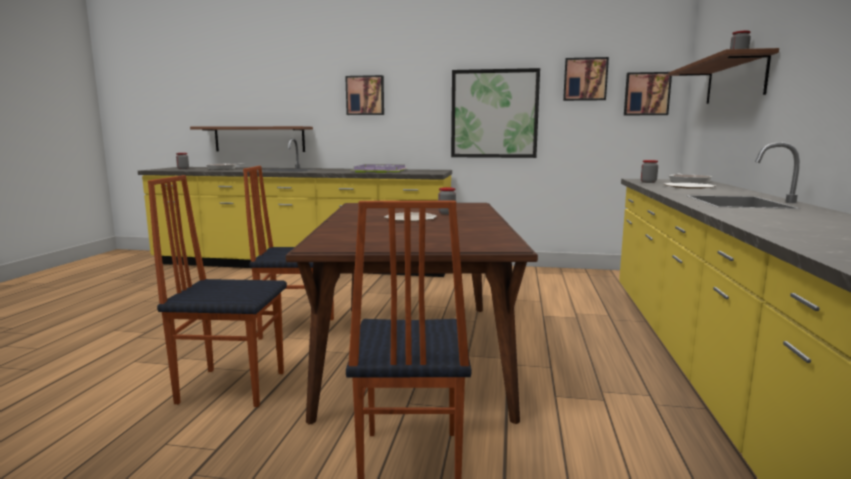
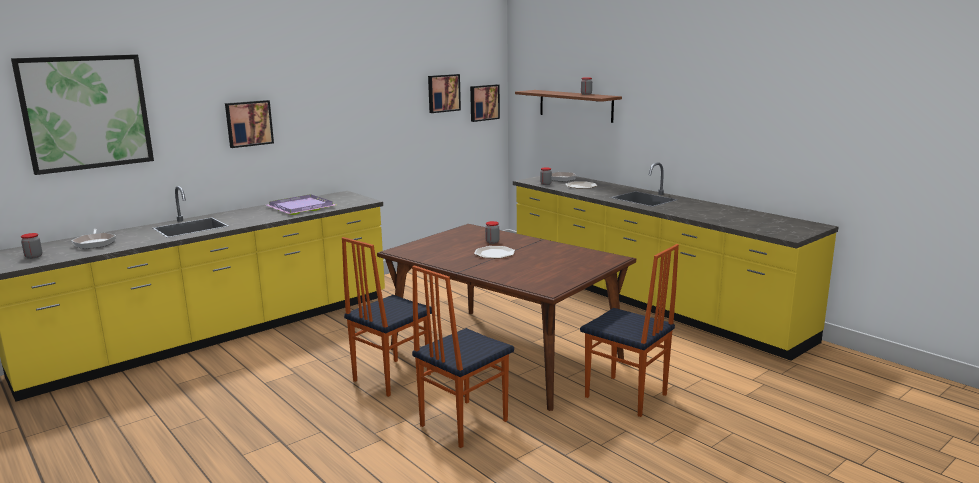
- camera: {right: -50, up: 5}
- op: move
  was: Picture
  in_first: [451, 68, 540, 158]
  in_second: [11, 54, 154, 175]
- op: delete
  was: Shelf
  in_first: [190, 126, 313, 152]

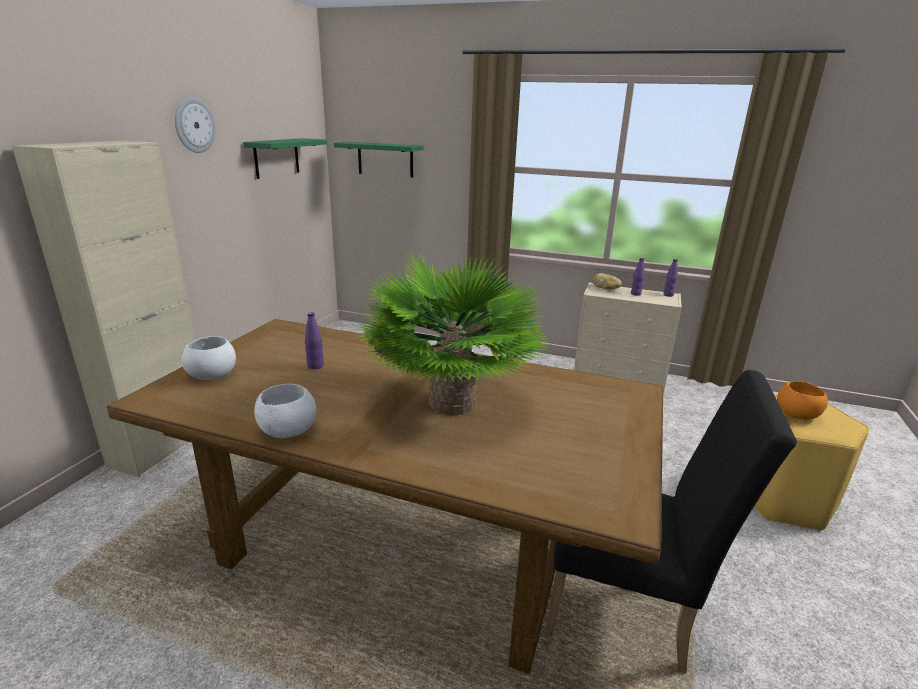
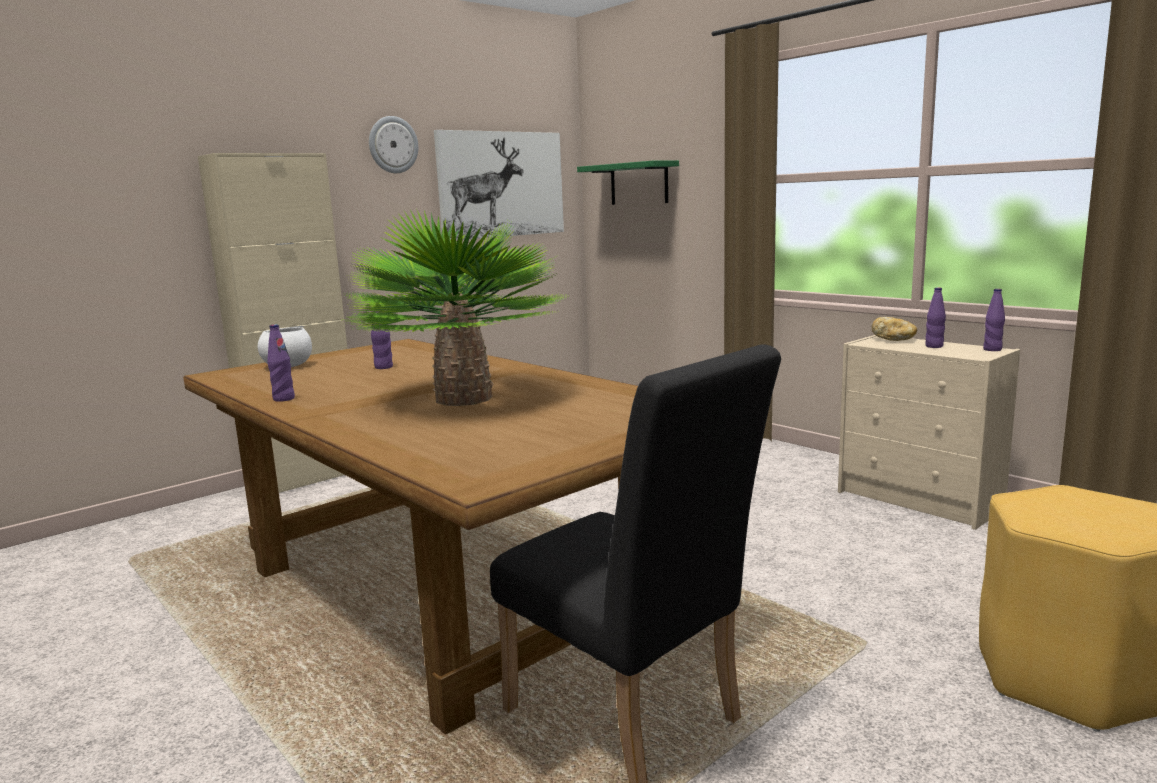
- camera: {right: 30, up: -10}
- op: replace
  was: GreenShelf
  now: Picture
  in_first: [243, 138, 327, 179]
  in_second: [434, 130, 564, 240]
- op: delete
  was: OrangeBowl
  in_first: [777, 381, 828, 420]
- op: replace
  was: WhiteBowl
  now: PurpleBottle
  in_first: [254, 384, 316, 438]
  in_second: [267, 324, 295, 402]

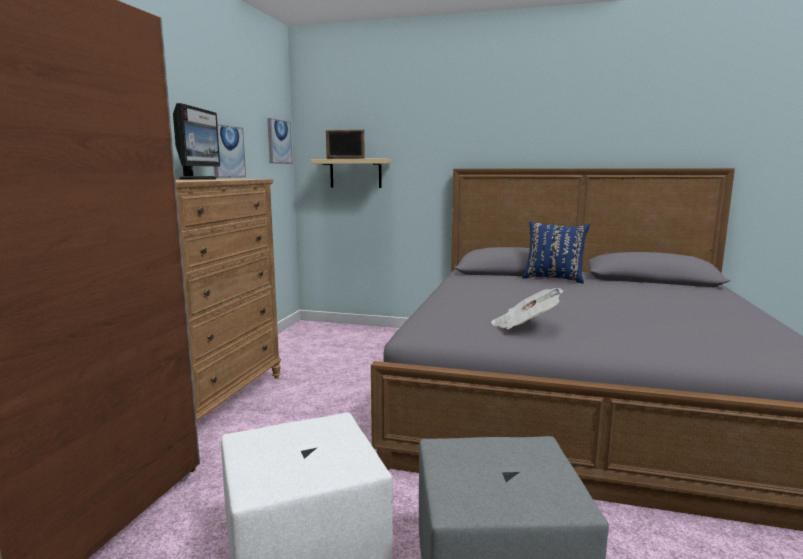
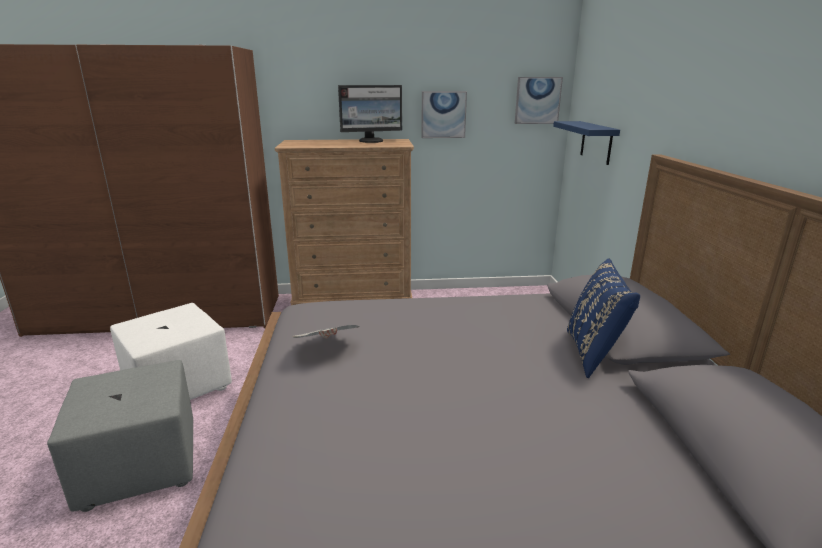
- camera: {right: 70, up: 10}
- op: delete
  was: PictureFrame
  in_first: [326, 130, 365, 159]
- op: recolor
  was: BeigeShelf
  now: BlueShelf
  in_first: [311, 159, 392, 188]
  in_second: [553, 121, 620, 165]

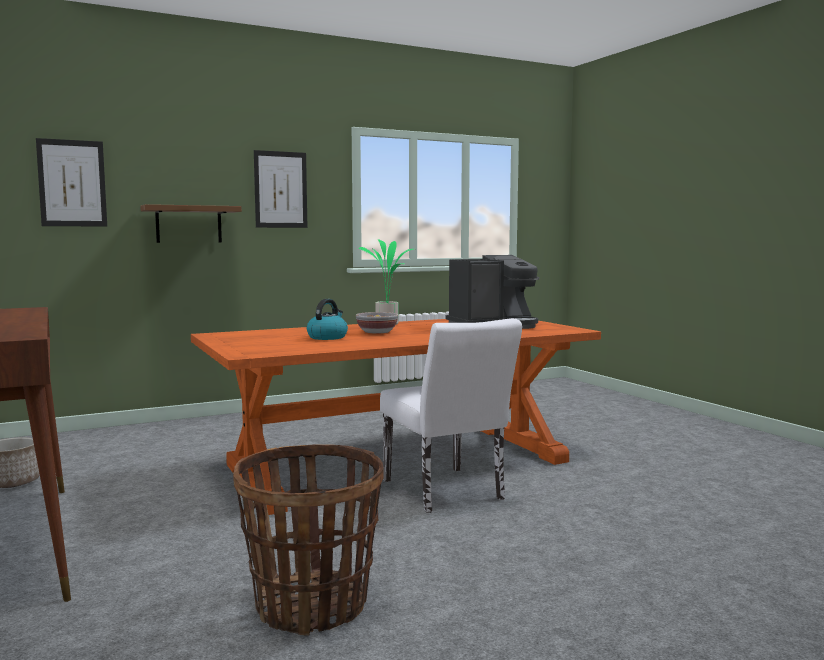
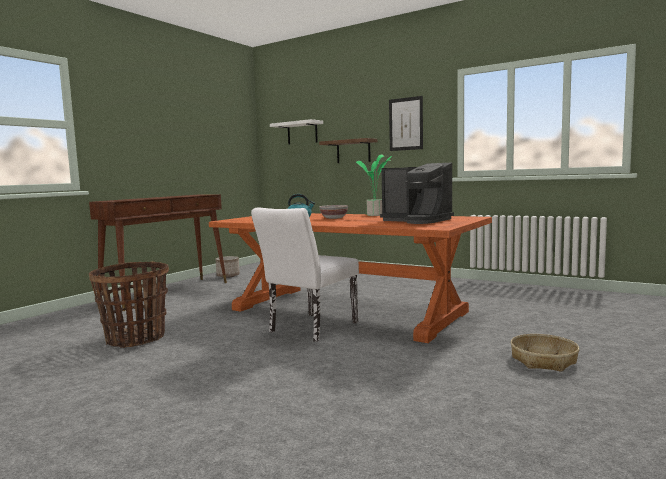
- camera: {right: 60, up: 0}
- op: replace
  was: Picture
  now: WhiteShelf
  in_first: [36, 138, 107, 227]
  in_second: [270, 119, 323, 145]
- op: insert
  now: Basket
  in_second: [510, 334, 579, 372]

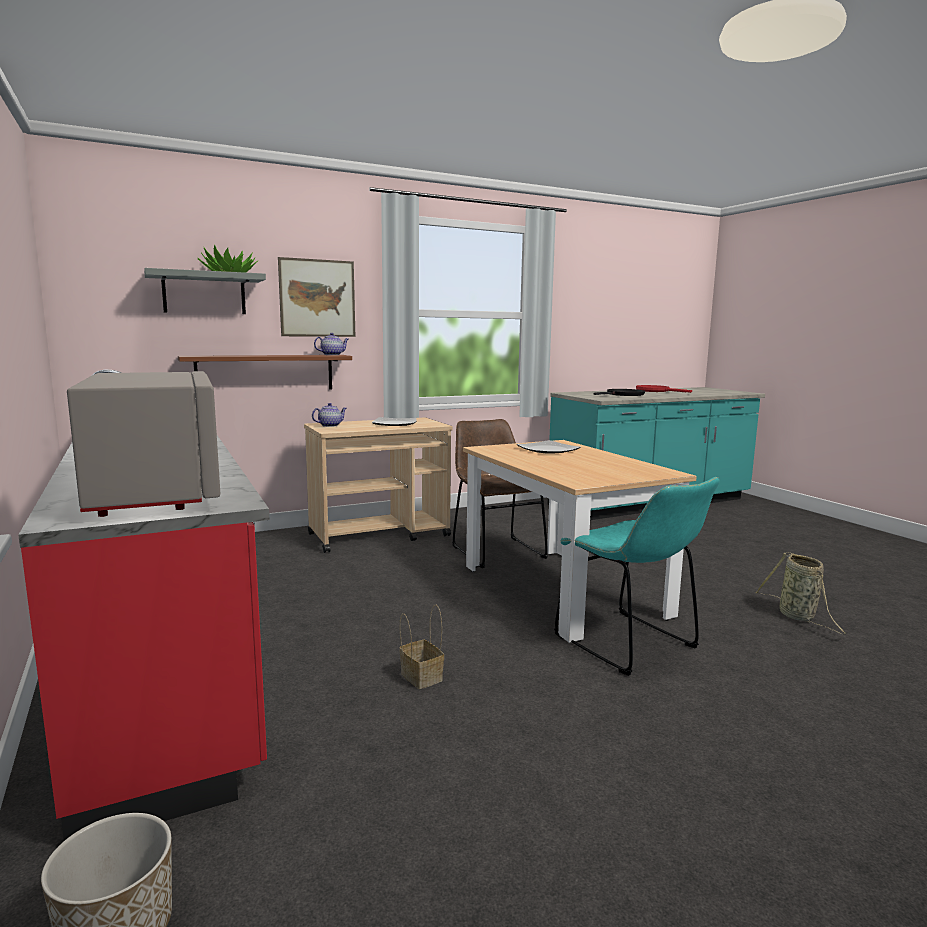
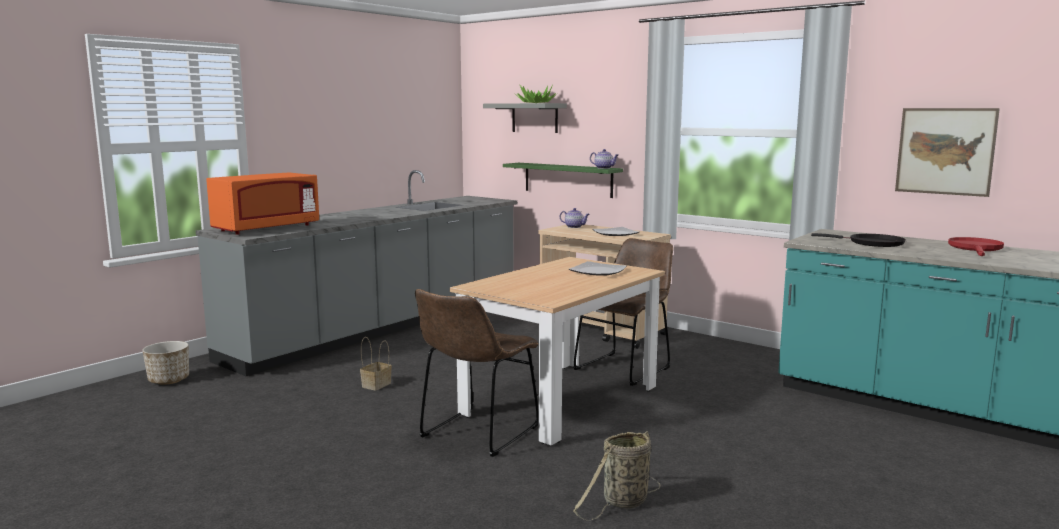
- camera: {right: 65, up: 0}
- op: move
  was: Picture
  in_first: [278, 257, 355, 337]
  in_second: [895, 108, 1000, 197]
- op: recolor
  was: BrownShelf
  now: GreenShelf
  in_first: [178, 355, 352, 390]
  in_second: [503, 163, 623, 198]
- op: recolor
  was: RedCounter
  now: GreyCounter
  in_first: [18, 370, 270, 841]
  in_second: [196, 170, 517, 376]
- op: recolor
  was: GreyMicrowave
  now: OrangeMicrowave
  in_first: [67, 371, 220, 517]
  in_second: [206, 172, 319, 235]
- op: recolor
  was: TurquoiseChair
  now: BrownChair
  in_first: [554, 477, 720, 676]
  in_second: [415, 289, 539, 457]

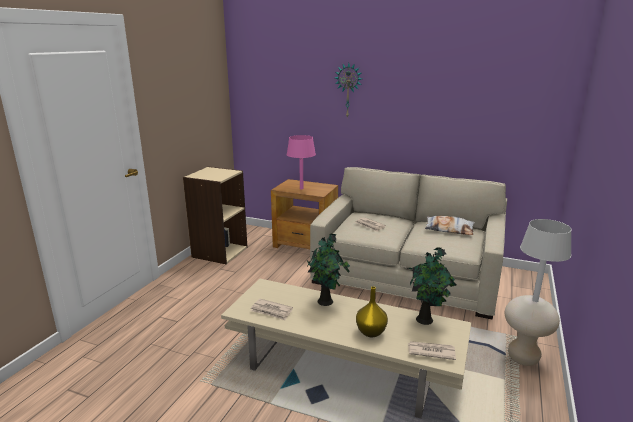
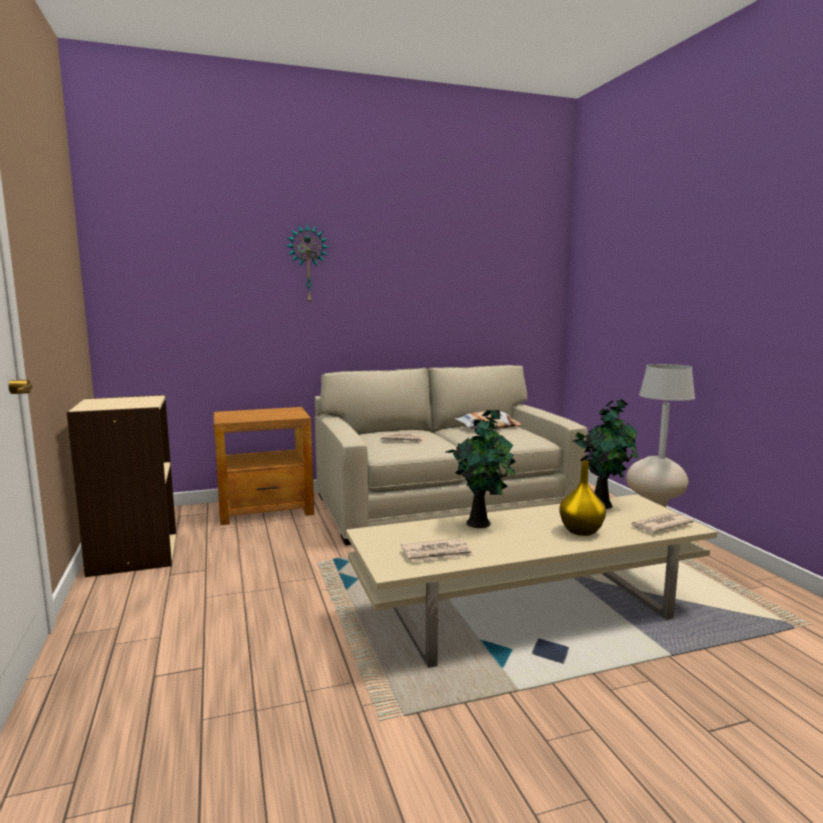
- camera: {right: -40, up: -10}
- op: delete
  was: PinkTableLamp
  in_first: [287, 135, 316, 190]

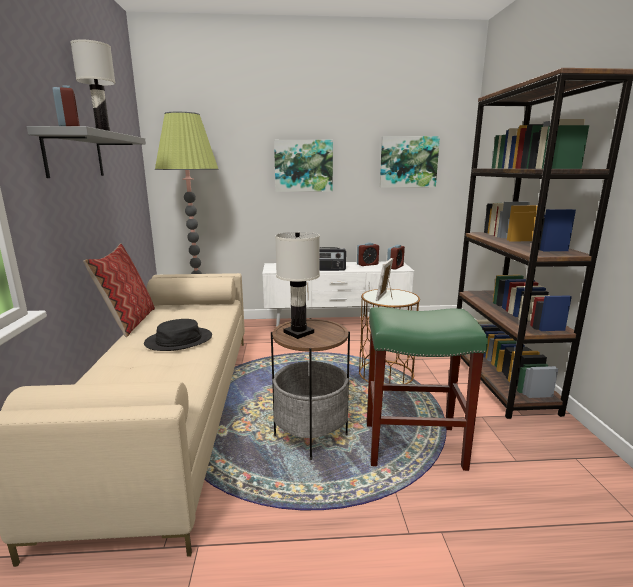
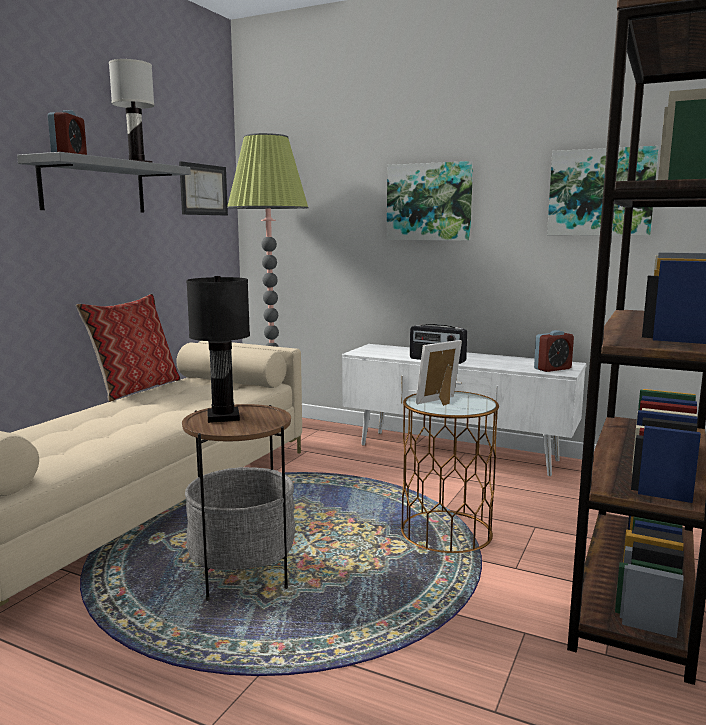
- camera: {right: 30, up: -5}
- op: recolor
  was: WhiteTableLamp
  now: BlackTableLamp
  in_first: [275, 232, 320, 339]
  in_second: [186, 276, 250, 423]
- op: delete
  was: AlarmClock
  in_first: [357, 242, 379, 266]
- op: delete
  was: GreenStool
  in_first: [367, 307, 488, 471]
- op: delete
  was: BlackHat
  in_first: [144, 319, 212, 351]
- op: insert
  now: Picture
  in_second: [179, 161, 228, 216]

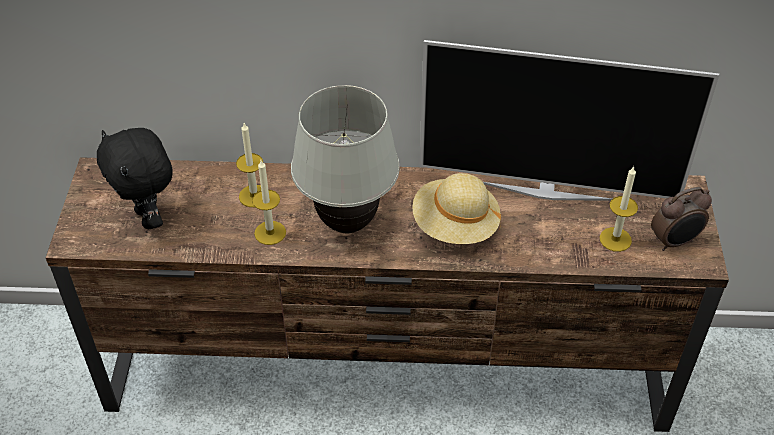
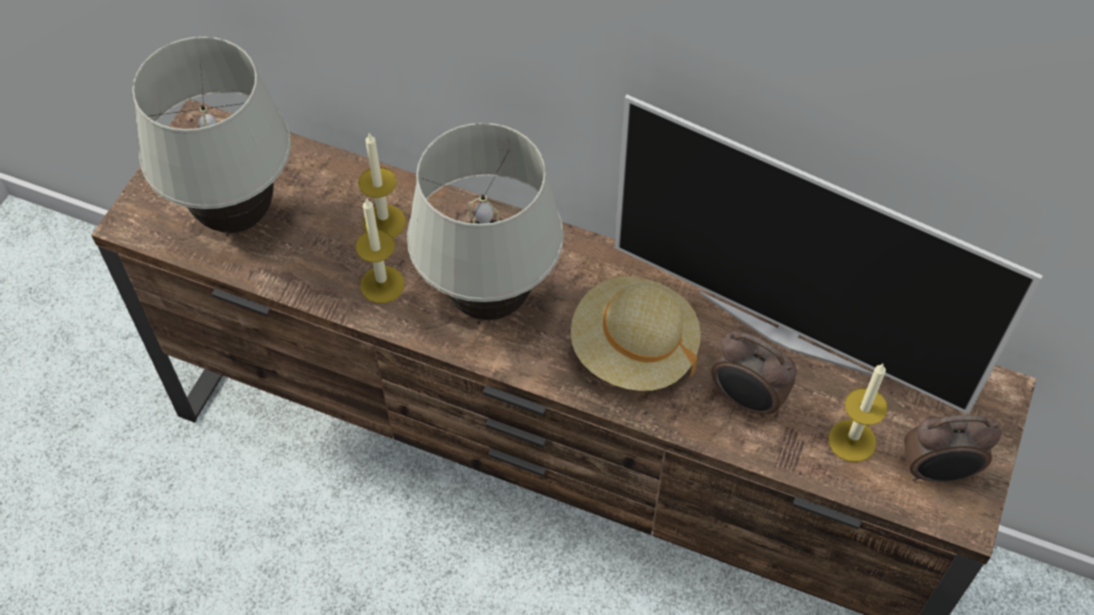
- camera: {right: 20, up: 10}
- op: replace
  was: BlackPlushToy
  now: WhiteTableLamp
  in_first: [97, 128, 173, 229]
  in_second: [132, 37, 291, 233]
- op: insert
  now: AlarmClock
  in_second: [711, 331, 797, 418]

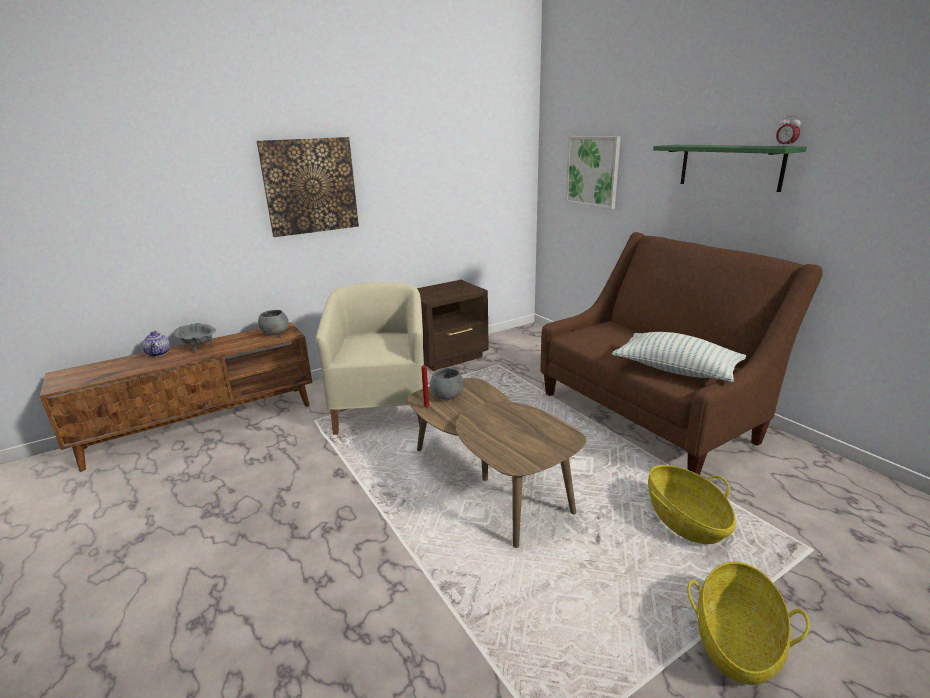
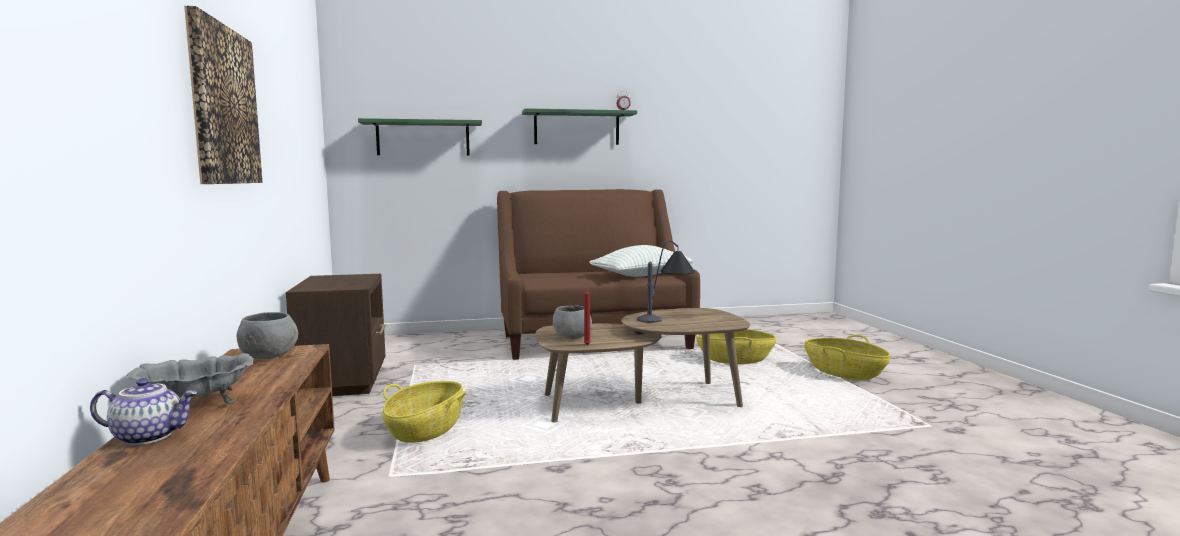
- camera: {right: -70, up: -15}
- op: replace
  was: Picture
  now: GreenShelf
  in_first: [565, 136, 621, 209]
  in_second: [358, 118, 482, 155]
- op: replace
  was: BeigeArmchair
  now: Basket
  in_first: [316, 282, 424, 435]
  in_second: [383, 381, 466, 443]
- op: insert
  now: TableLamp
  in_second: [637, 241, 695, 323]

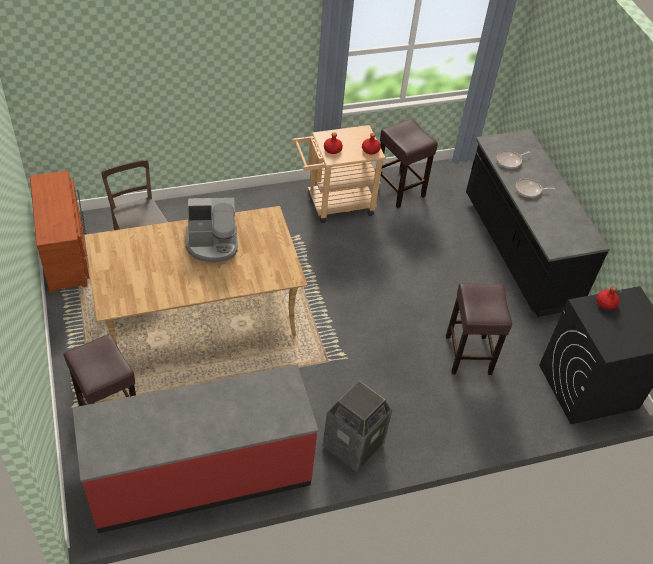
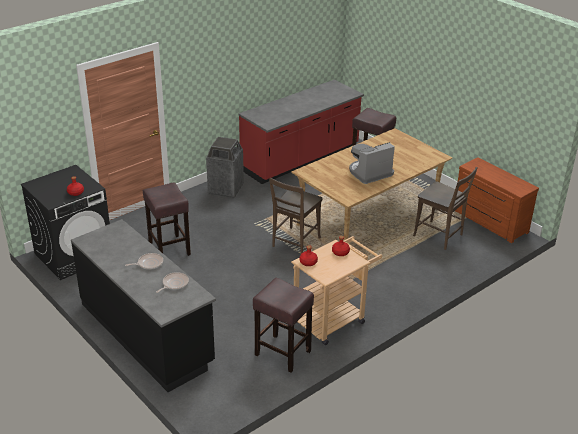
- camera: {right: 160, up: -15}
- op: insert
  now: BrownChair
  in_second: [269, 178, 323, 255]

